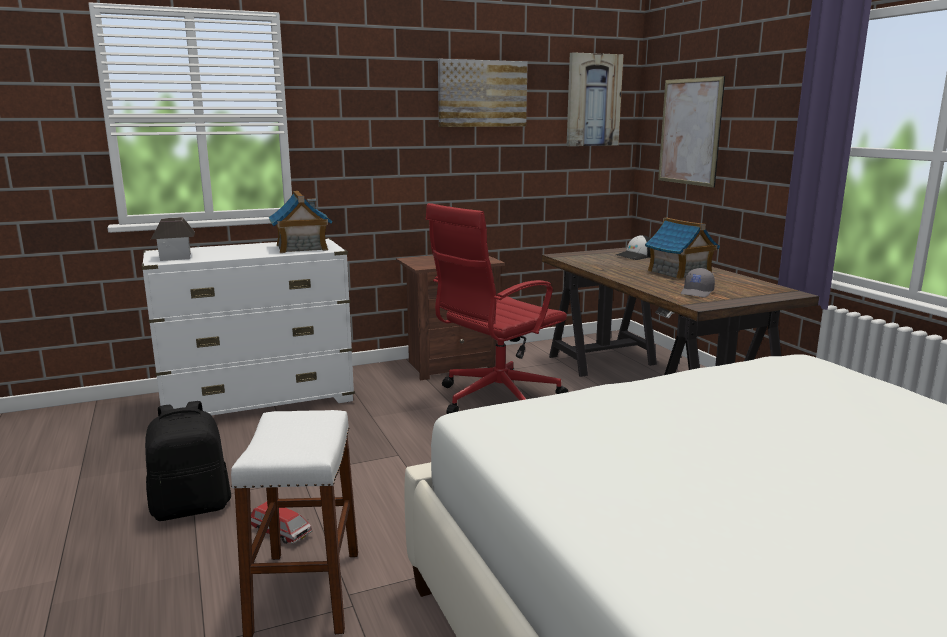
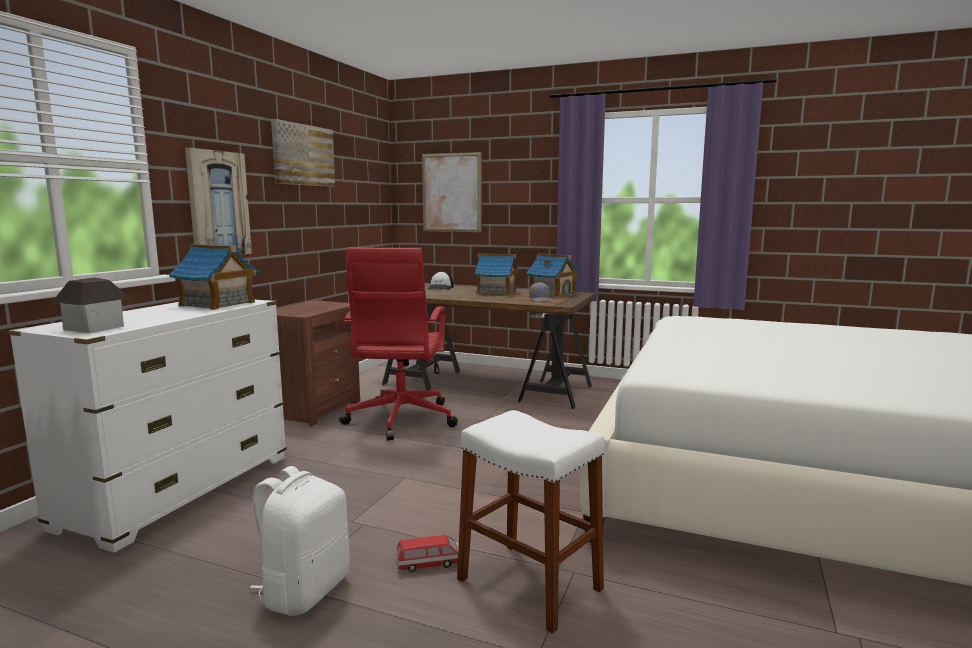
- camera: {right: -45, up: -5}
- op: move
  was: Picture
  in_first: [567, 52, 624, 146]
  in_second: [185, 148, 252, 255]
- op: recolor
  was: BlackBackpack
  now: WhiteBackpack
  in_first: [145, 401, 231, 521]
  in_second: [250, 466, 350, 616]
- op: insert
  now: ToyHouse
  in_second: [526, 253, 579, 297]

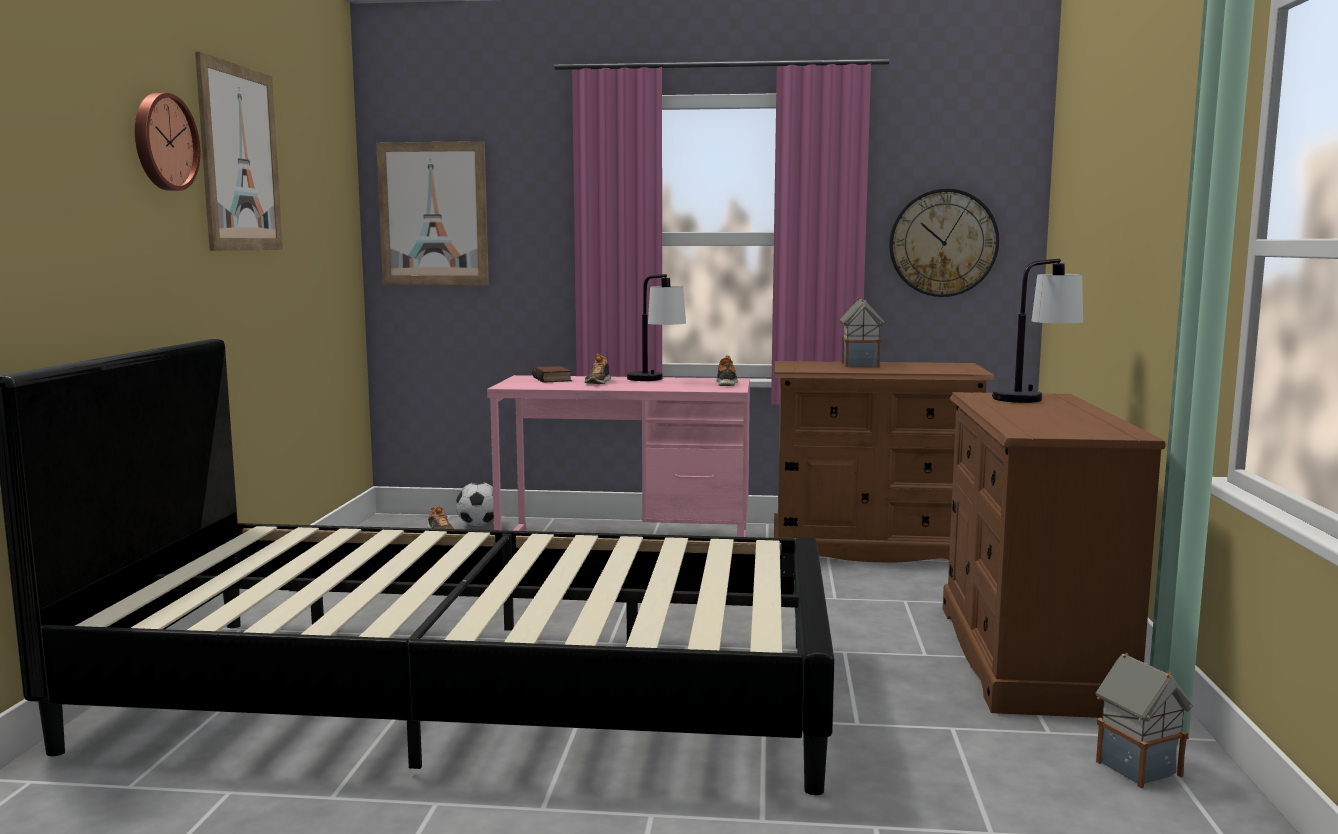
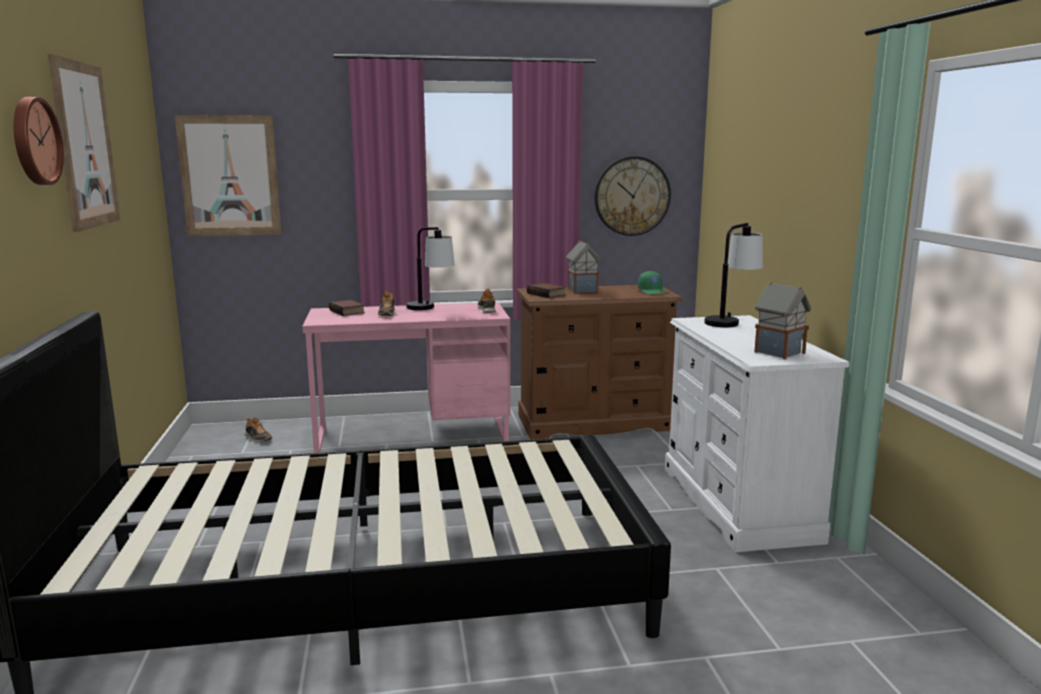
- camera: {right: -15, up: 5}
- op: recolor
  was: BrownDresser
  now: WhiteDresser
  in_first: [943, 392, 1166, 718]
  in_second: [665, 315, 849, 552]
- op: delete
  was: Football
  in_first: [456, 482, 494, 526]
- op: move
  was: ToyHouse
  in_first: [1096, 652, 1193, 788]
  in_second: [755, 281, 812, 359]
- op: insert
  now: GreenCap
  in_second: [638, 271, 666, 295]
- op: insert
  now: Book
  in_second: [527, 283, 566, 298]

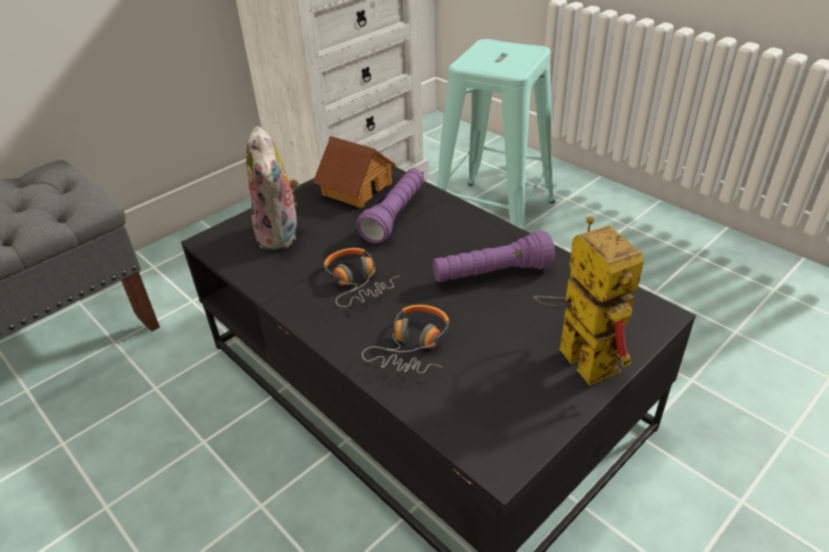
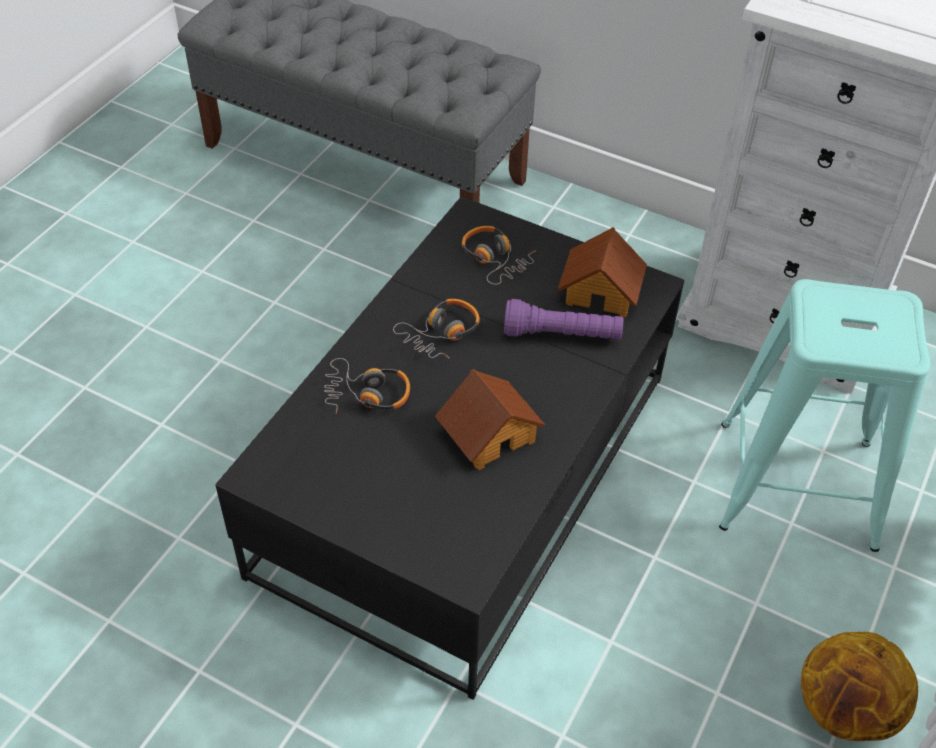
- camera: {right: 70, up: 10}
- op: replace
  was: PlushToy
  now: Headphones
  in_first: [246, 126, 299, 250]
  in_second: [462, 226, 536, 285]
- op: delete
  was: ToyRobot
  in_first: [533, 216, 644, 386]
- op: replace
  was: PurpleFlashlight
  now: ToyHouse
  in_first: [433, 231, 555, 282]
  in_second: [435, 369, 545, 470]
- op: insert
  now: Basketball
  in_second: [801, 632, 918, 741]

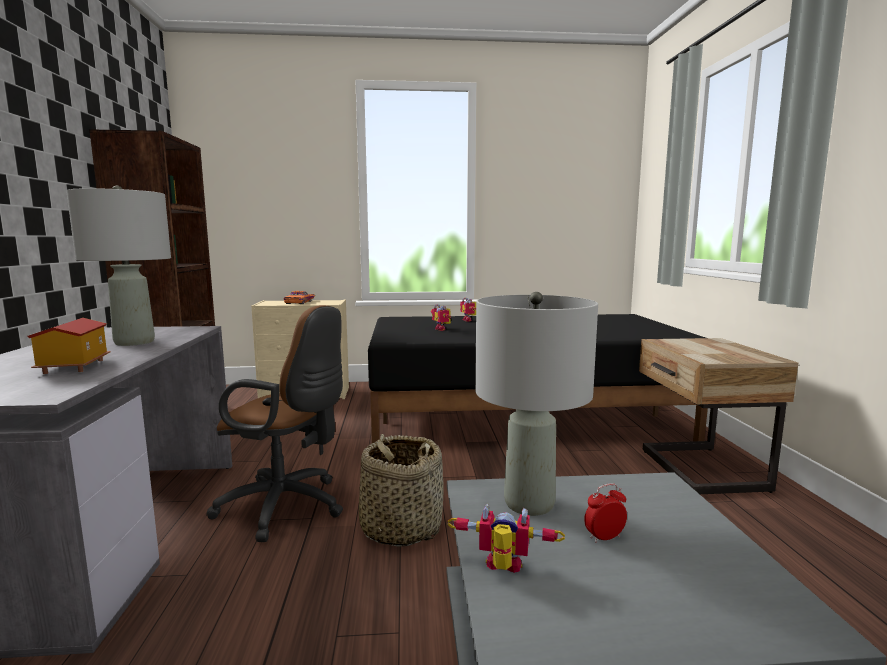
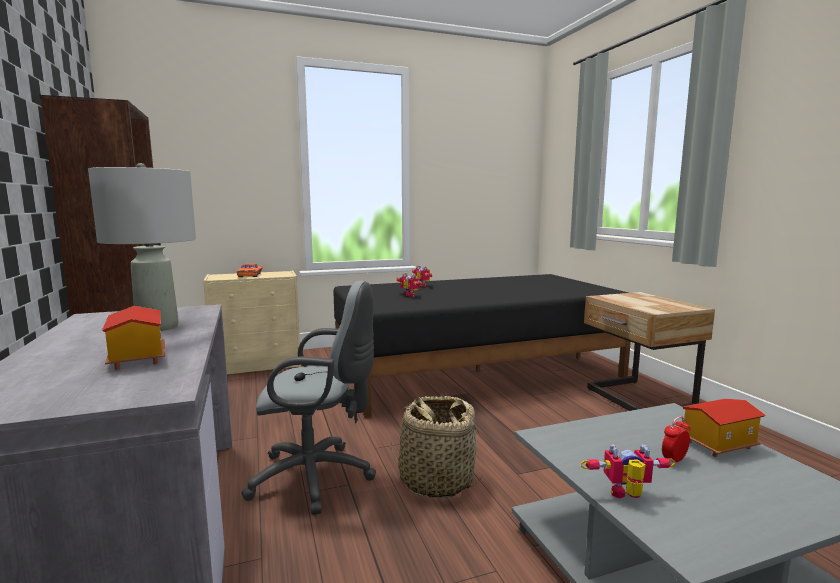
- camera: {right: -15, up: 0}
- op: delete
  was: GreyTableLamp
  in_first: [475, 292, 598, 516]
- op: recolor
  was: BrownOfficeChair
  now: GreyOfficeChair
  in_first: [207, 305, 343, 542]
  in_second: [241, 281, 376, 515]
- op: insert
  now: ToyHouse
  in_second: [682, 399, 766, 457]

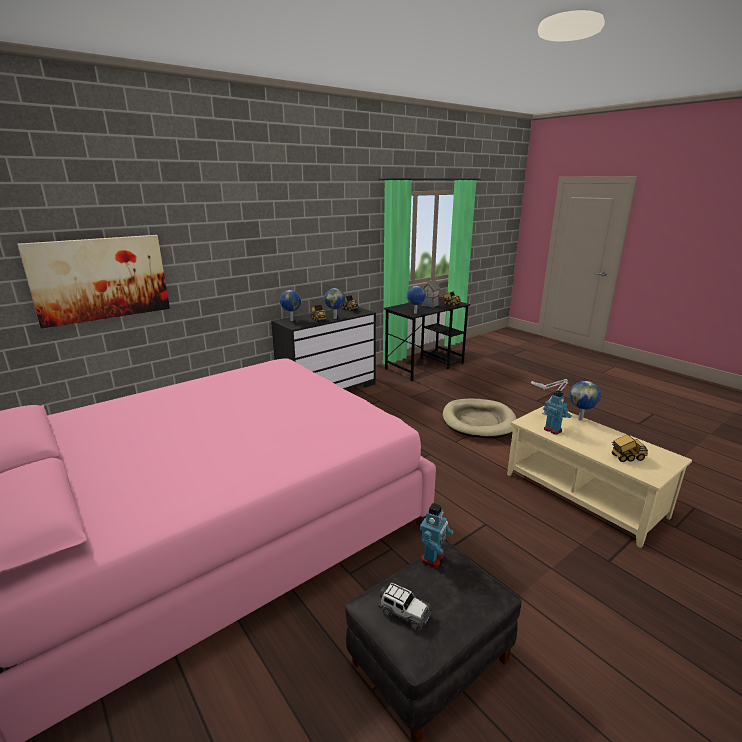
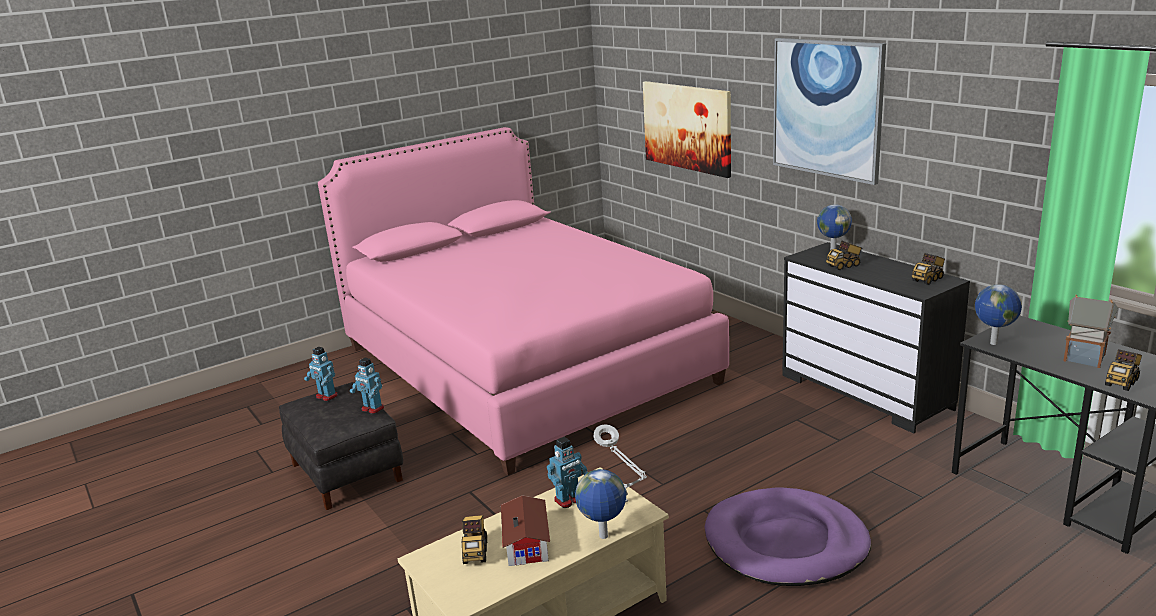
- camera: {right: 95, up: 0}
- op: delete
  was: Globe
  in_first: [324, 288, 345, 319]
- op: recolor
  was: BeigeDogBed
  now: PurpleDogBed
  in_first: [443, 399, 517, 439]
  in_second: [705, 488, 871, 586]
- op: replace
  was: ToyCar
  now: ToyRobot
  in_first: [378, 583, 432, 630]
  in_second: [304, 347, 338, 401]
- op: insert
  now: Picture
  in_second: [773, 38, 886, 185]
- op: insert
  now: ToyHouse
  in_second: [501, 495, 550, 566]

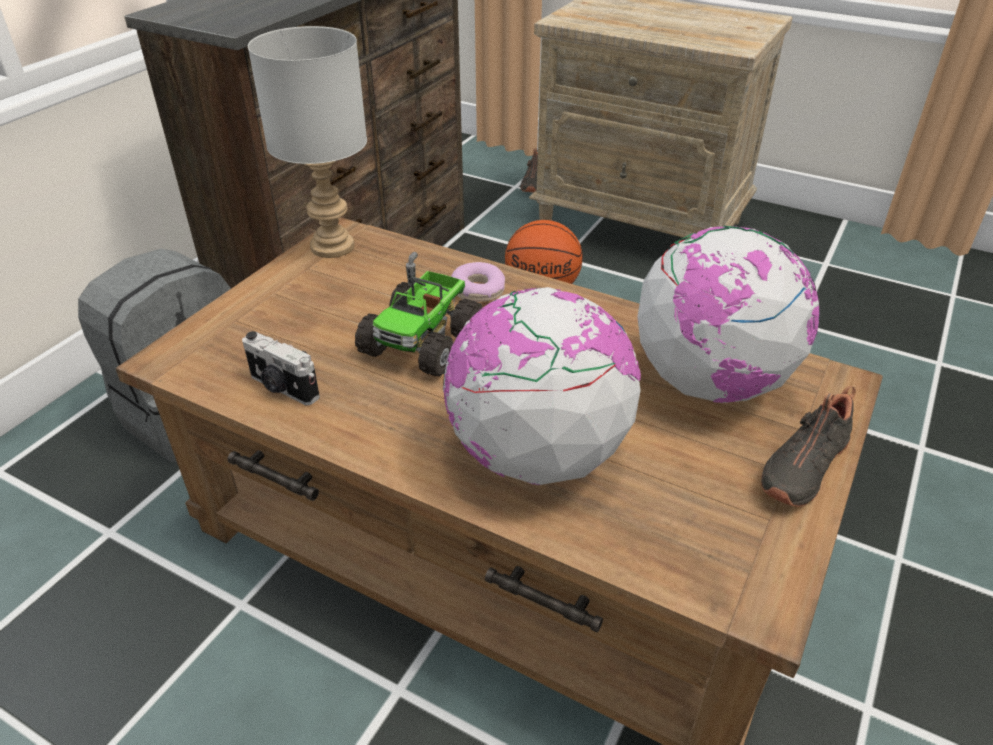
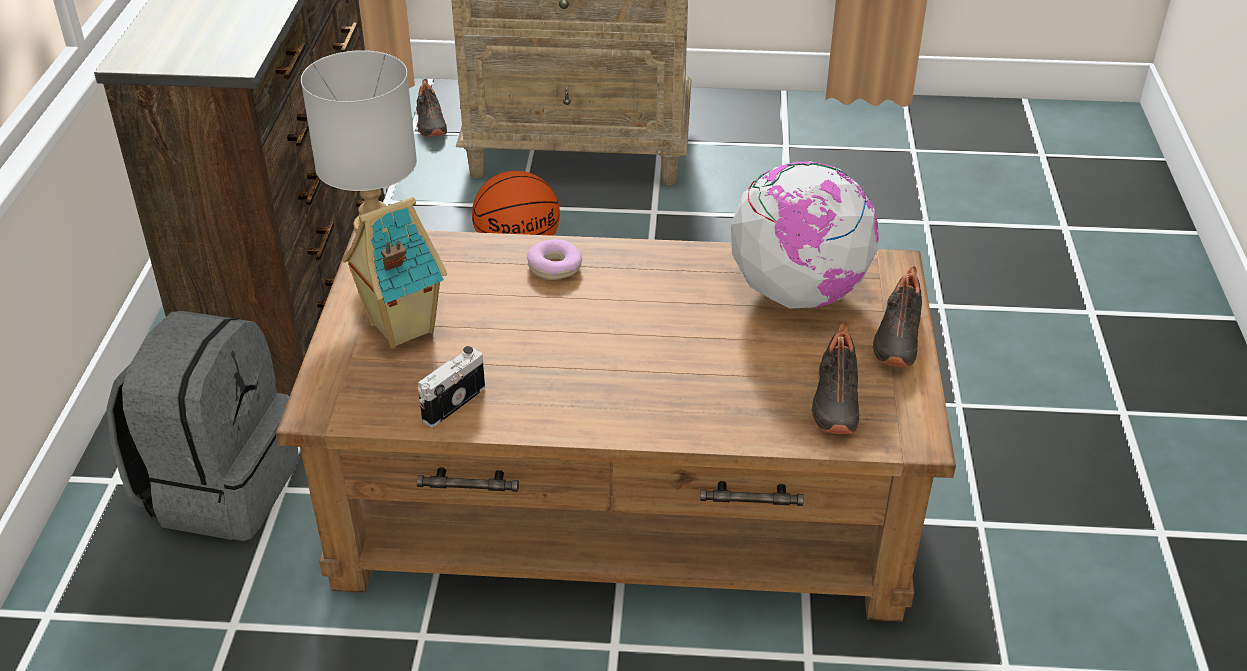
- camera: {right: -25, up: 0}
- op: delete
  was: ToyTruck
  in_first: [355, 252, 483, 376]
- op: delete
  was: Globe
  in_first: [443, 287, 641, 485]
- op: rotate
  was: PhotoCamera
  in_first: [242, 331, 320, 405]
  in_second: [418, 346, 485, 427]
  clockwise: 120
- op: insert
  now: ToyHouse
  in_second: [342, 197, 447, 348]
- op: insert
  now: BlackShoe
  in_second: [811, 323, 859, 434]

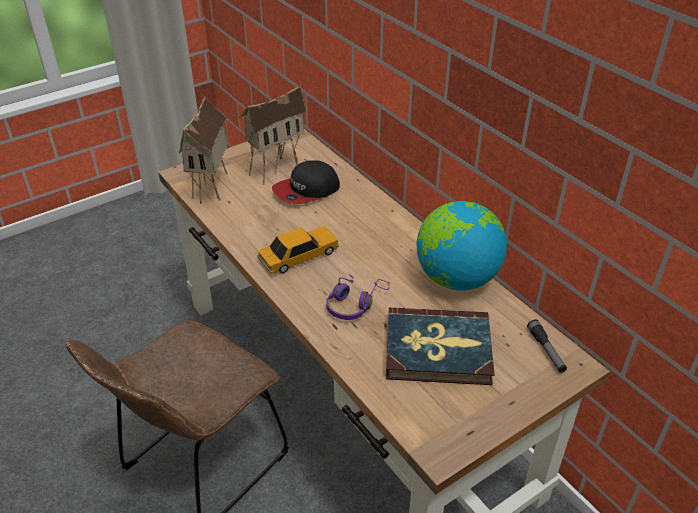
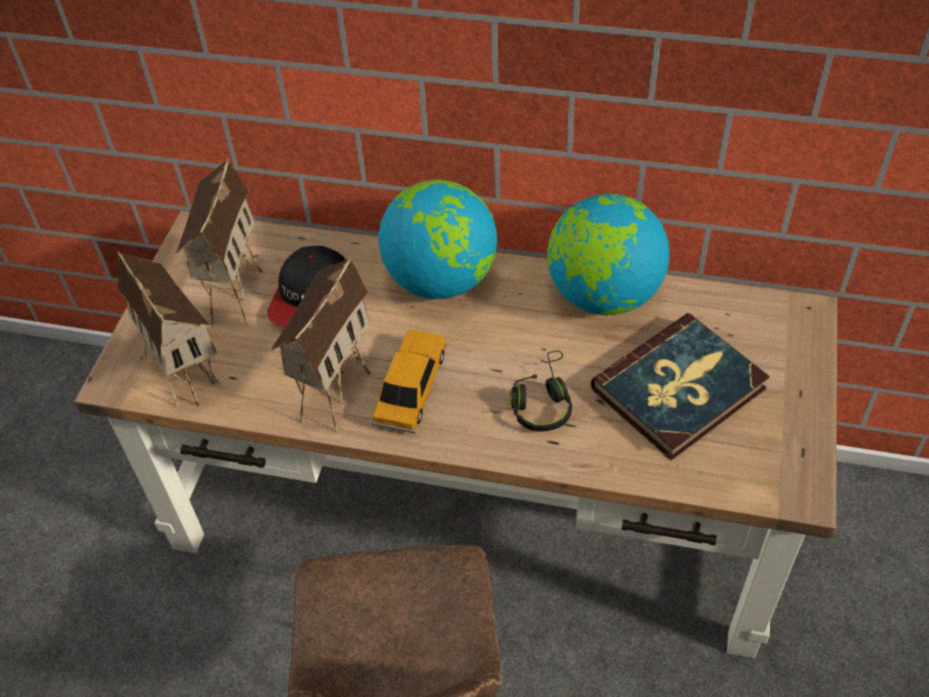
- camera: {right: -40, up: 10}
- op: recolor
  was: PurpleHeadphones
  now: BlackHeadphones
  in_first: [326, 277, 389, 320]
  in_second: [510, 351, 572, 432]
- op: delete
  was: Flashlight
  in_first: [527, 319, 567, 373]
- op: insert
  now: Globe
  in_second: [378, 180, 497, 299]
- op: insert
  now: ToyHouse
  in_second: [271, 256, 371, 432]

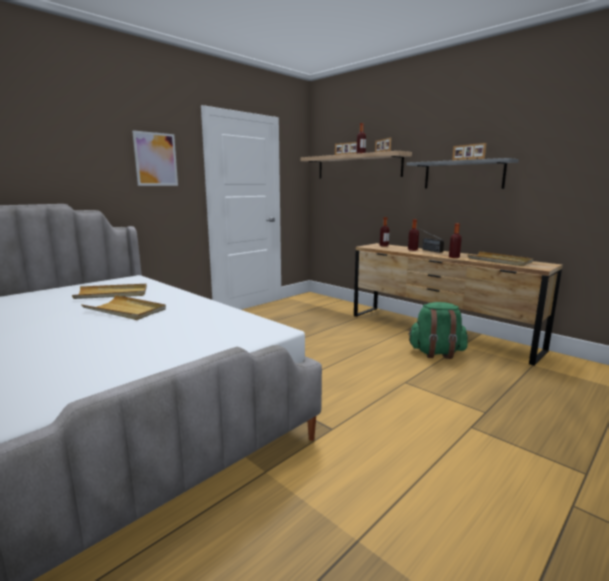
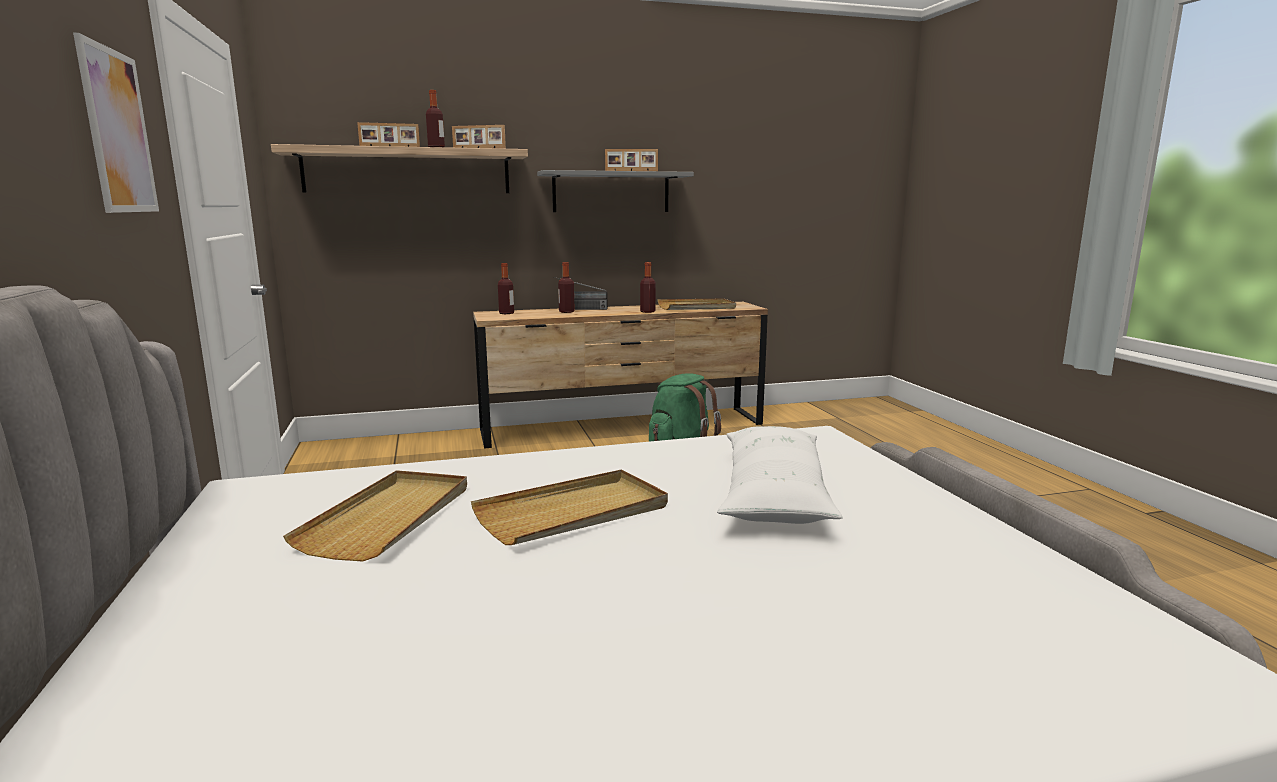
- camera: {right: -60, up: 0}
- op: insert
  now: WhitePillow
  in_second: [717, 426, 843, 524]

